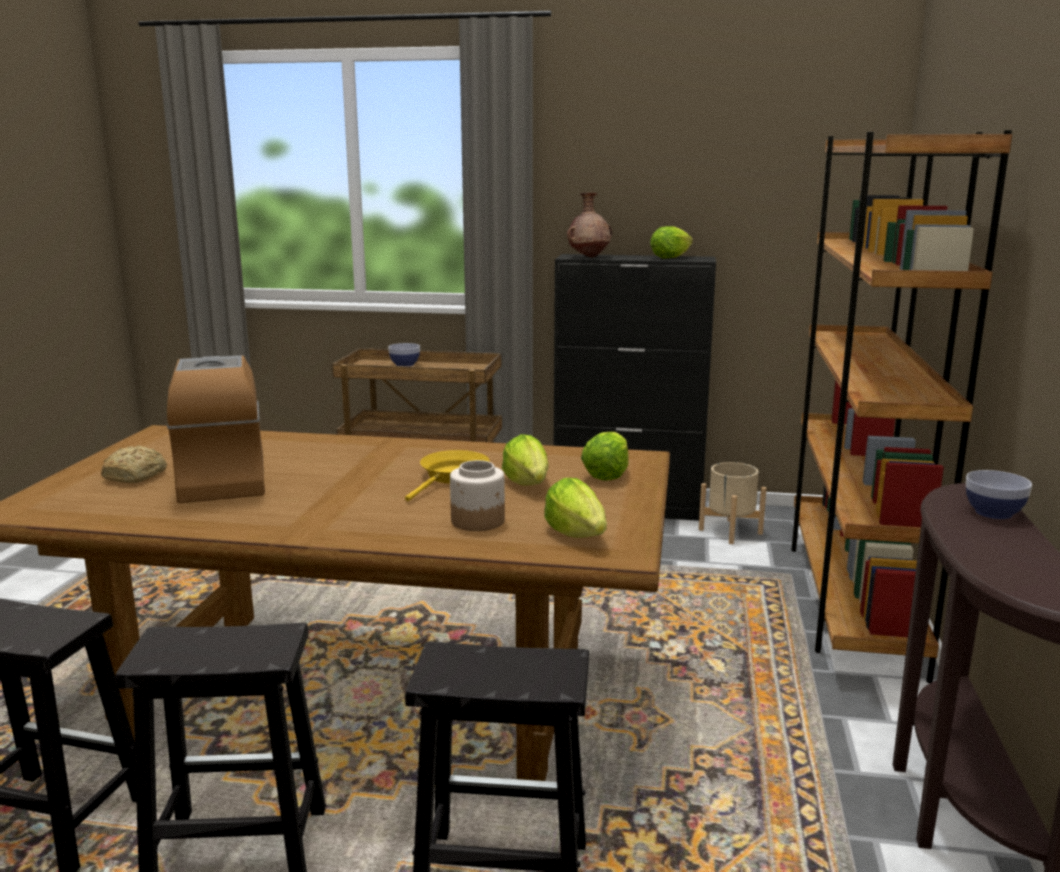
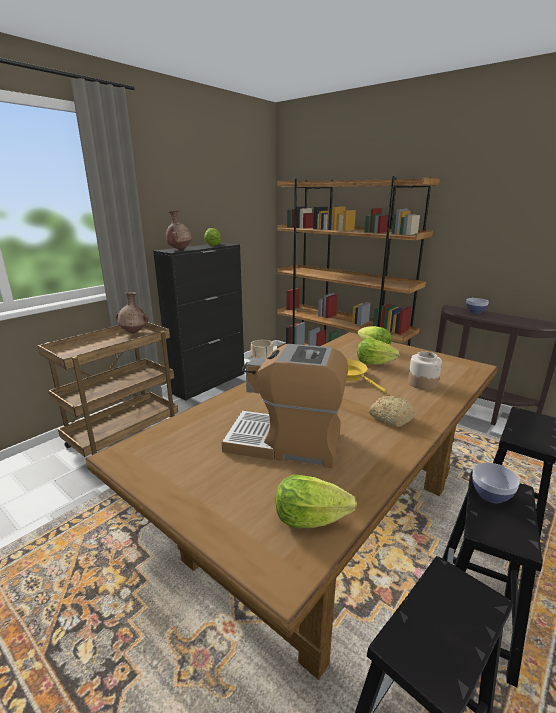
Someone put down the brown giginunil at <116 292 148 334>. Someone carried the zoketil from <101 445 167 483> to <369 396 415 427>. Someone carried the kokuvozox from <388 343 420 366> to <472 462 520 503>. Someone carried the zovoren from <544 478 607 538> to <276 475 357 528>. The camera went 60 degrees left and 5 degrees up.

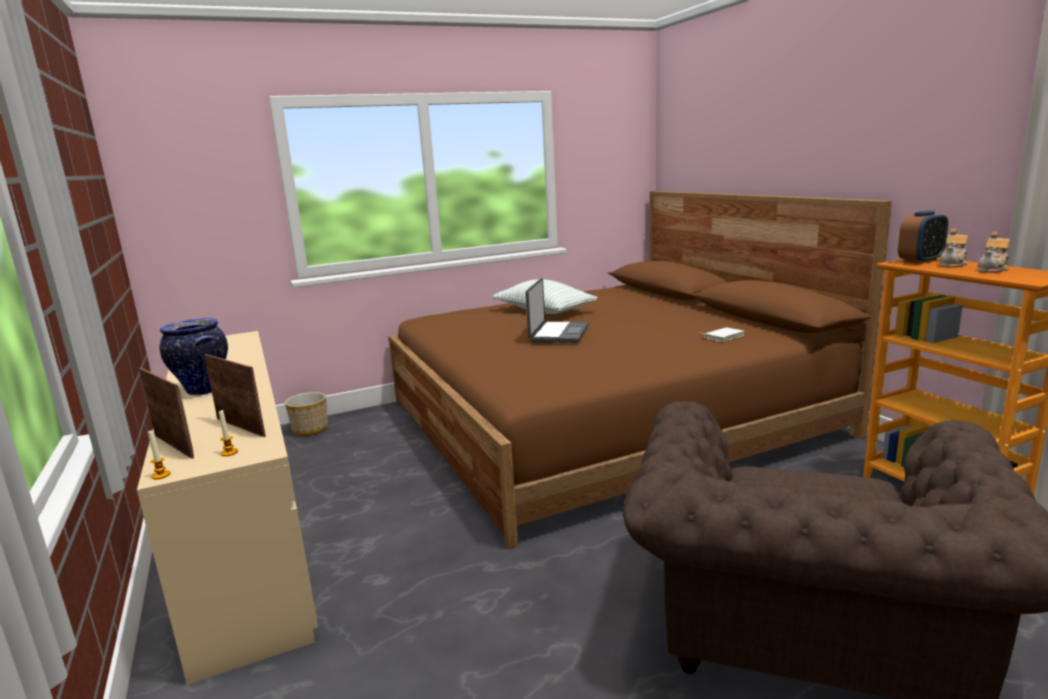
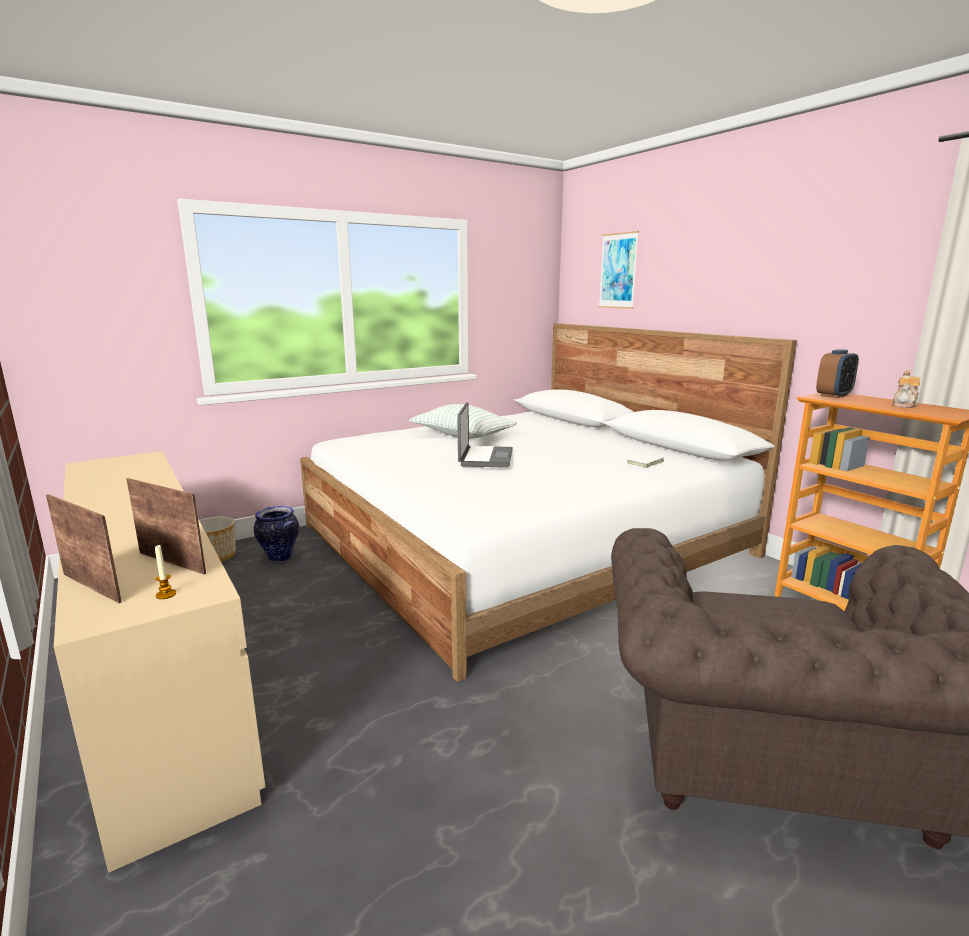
Someone took away the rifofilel at <148 430 171 479>. Someone took away the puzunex at <939 229 968 268>. Someone put up the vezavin at <599 231 639 309>. Someone carried the giginunil from <160 318 228 395> to <254 506 299 562>. Someone repainted the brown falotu at <388 191 892 549>, which became the white falotu at <300 323 797 682>. The camera went 10 degrees left and 0 degrees up.

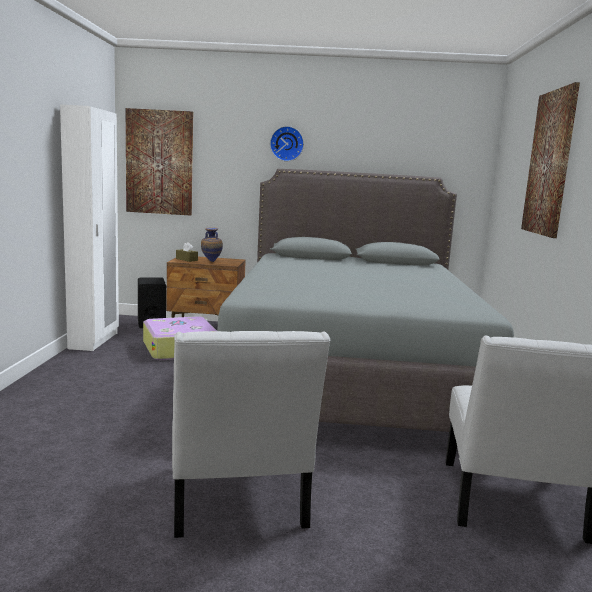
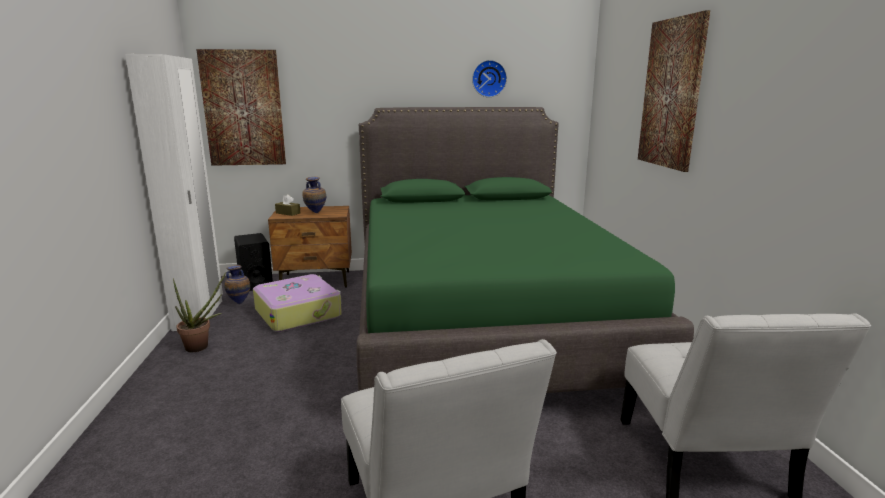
Someone put down the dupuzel at <173 272 226 352>. Someone put down the giginunil at <224 265 250 304>. Someone carried the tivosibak from <270 126 304 161> to <472 60 507 97>. Someone repainted the grey falotu at <218 169 514 432>, which became the green falotu at <356 107 694 393>. The camera went 10 degrees left and 5 degrees up.

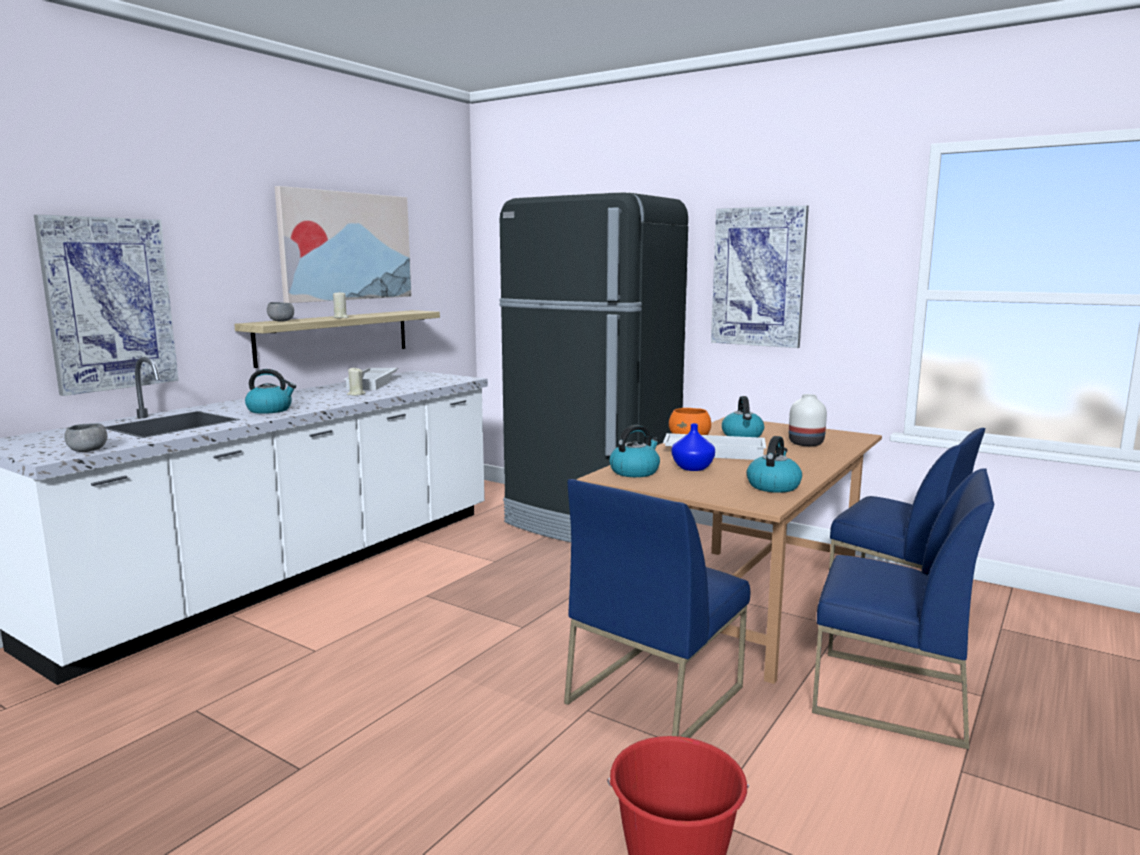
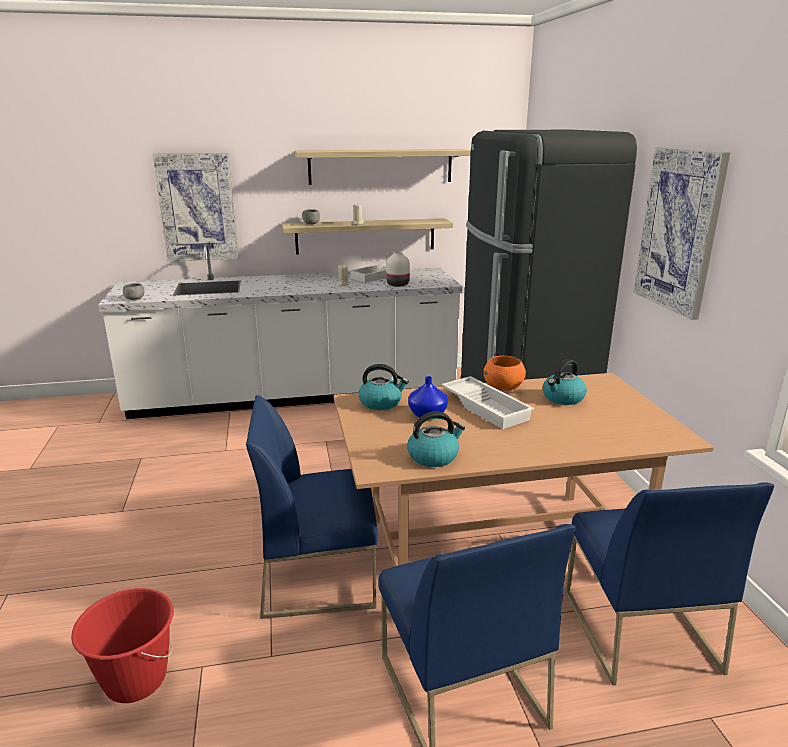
Someone took away the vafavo at <245 369 296 414>. Someone carried the white giginunil from <789 394 827 446> to <386 251 410 287>. Someone swapped the vezavin at <275 186 412 303> for the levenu at <295 149 471 185>. The camera went 45 degrees right and 10 degrees up.

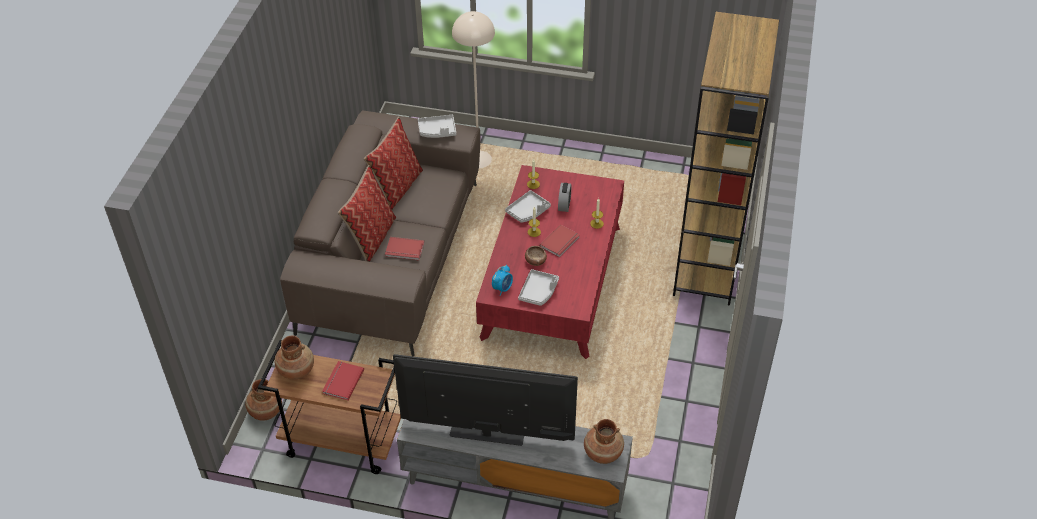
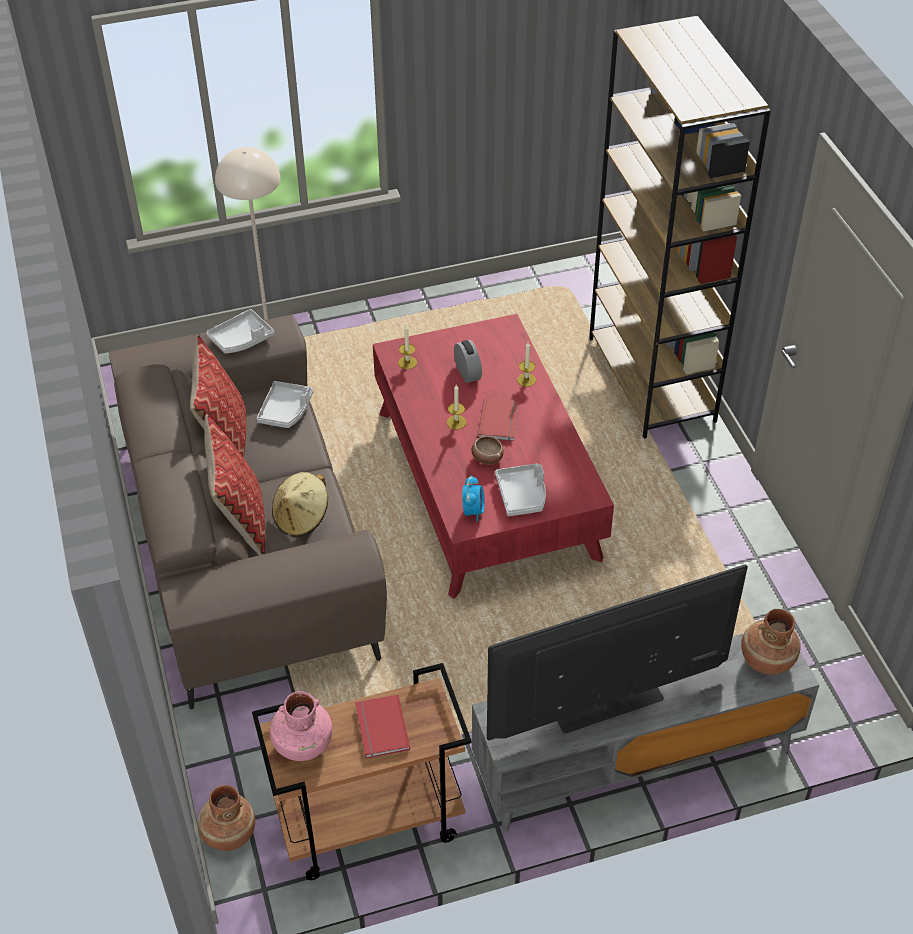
Someone carried the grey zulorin from <505 190 551 223> to <256 381 313 428>. Someone swapped the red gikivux at <385 237 424 260> for the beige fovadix at <272 472 328 537>. Someone repainted the brown giginunil at <274 335 314 380>, which became the pink giginunil at <270 691 333 761>. The camera went 30 degrees left and 0 degrees up.

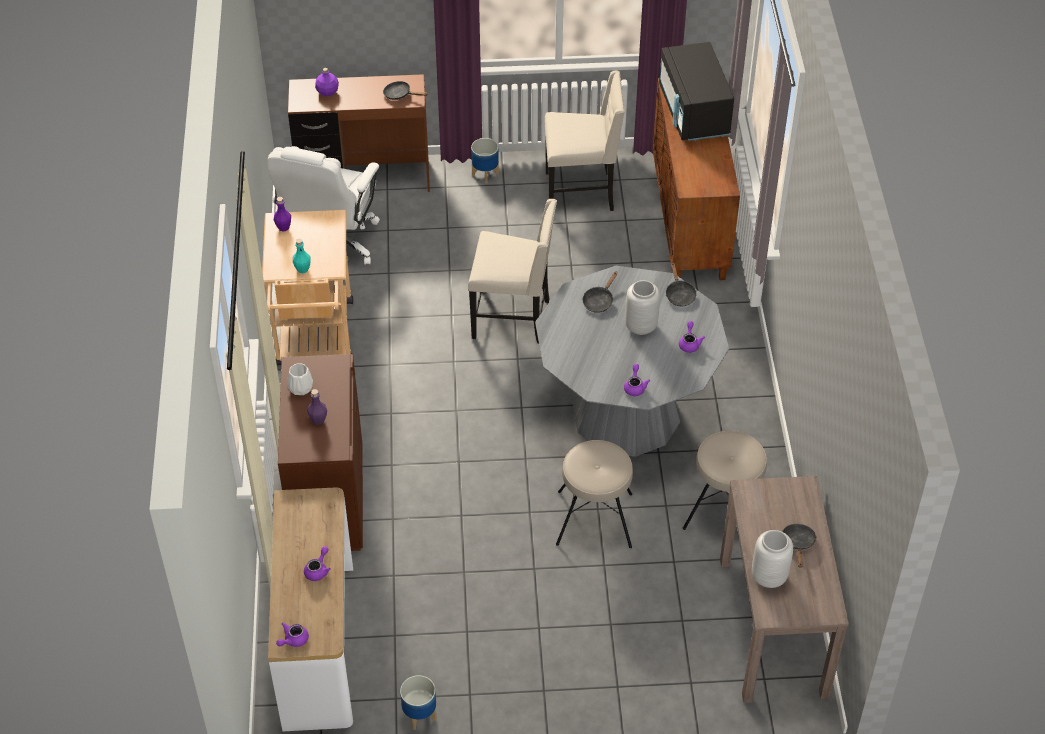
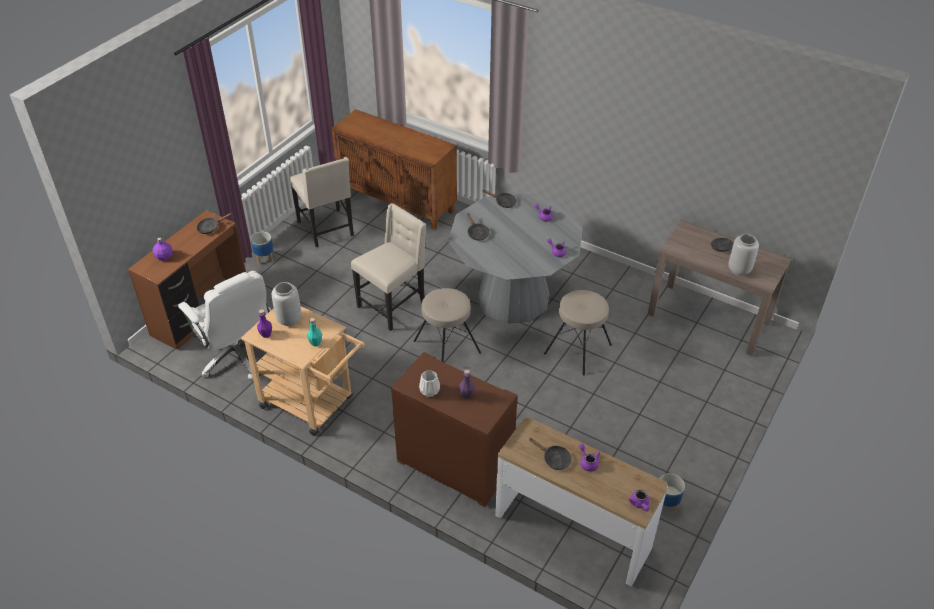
Someone took away the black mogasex at <659 42 734 141>. Someone put down the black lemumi at <529 438 572 470>. Someone carried the grey giginunil from <625 280 660 335> to <272 282 302 326>. Someone carried the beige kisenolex from <683 431 767 530> to <414 288 481 362>. Someone rotated the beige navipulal at <544 70 625 211> by 120 degrees clockwise. The camera went 55 degrees left and 5 degrees down.

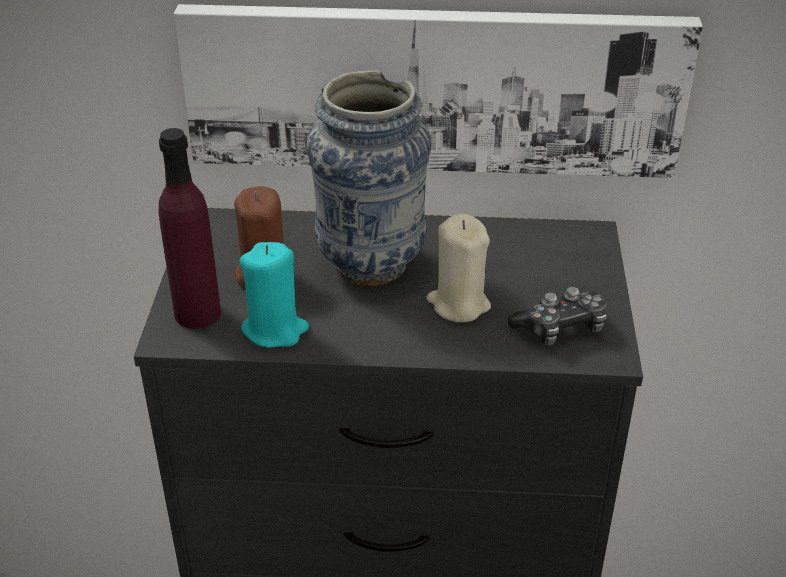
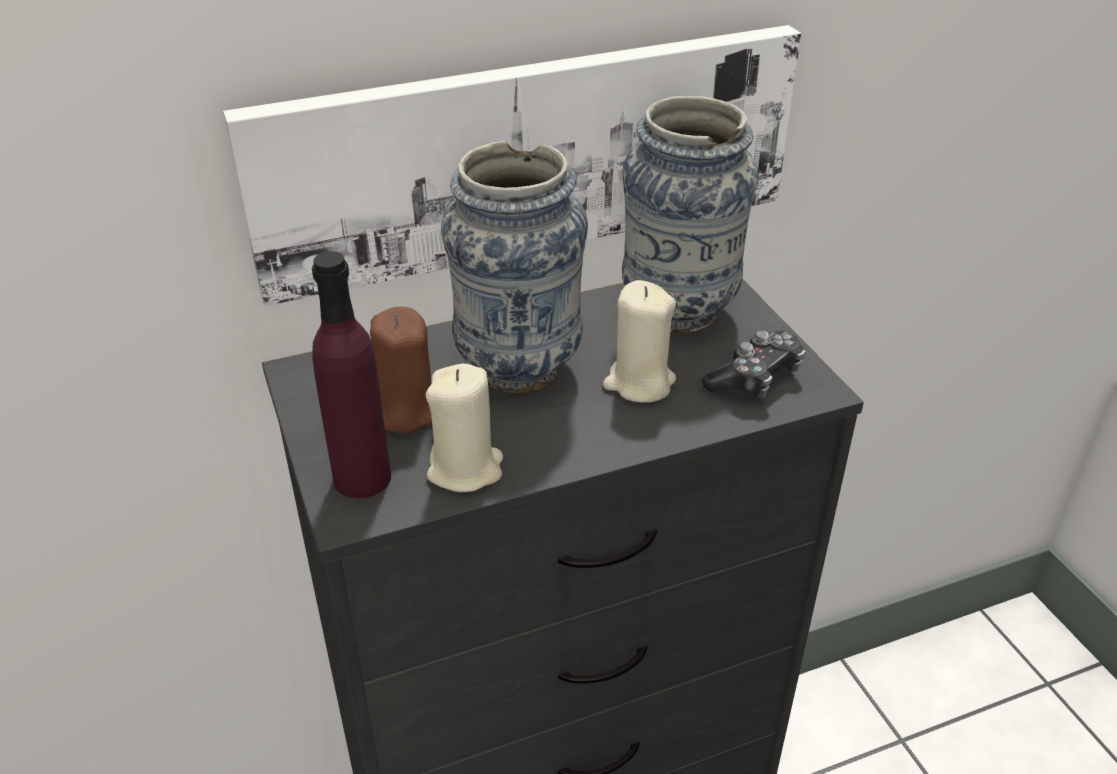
Someone put down the giginunil at <622 96 759 333>. Someone repainted the turquoise rifofilel at <240 242 309 348>, which became the beige rifofilel at <426 364 503 492>. The camera went 25 degrees left and 0 degrees up.

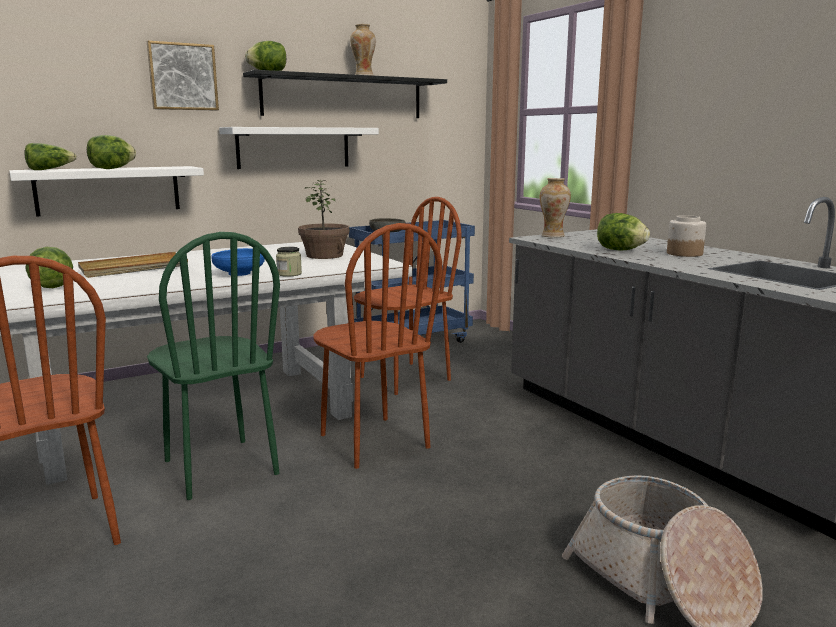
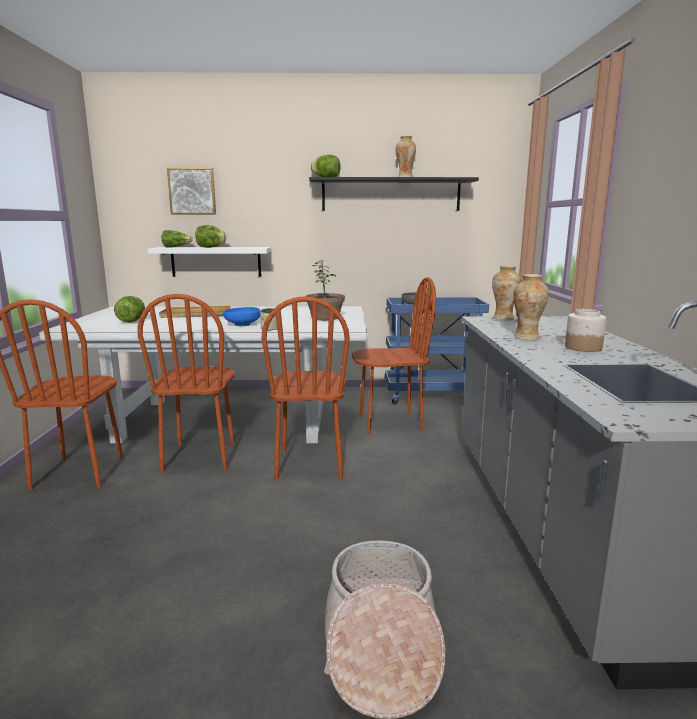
Someone took away the white levenu at <219 127 379 169>. Someone carried the vezavin from <147 41 219 111> to <167 168 216 214>. Someone swapped the zovoren at <597 213 650 250> for the giginunil at <513 274 549 340>. Someone repainted the green navipulal at <147 232 280 500>, which became the brown navipulal at <138 294 235 473>. The camera went 30 degrees right and 0 degrees up.

